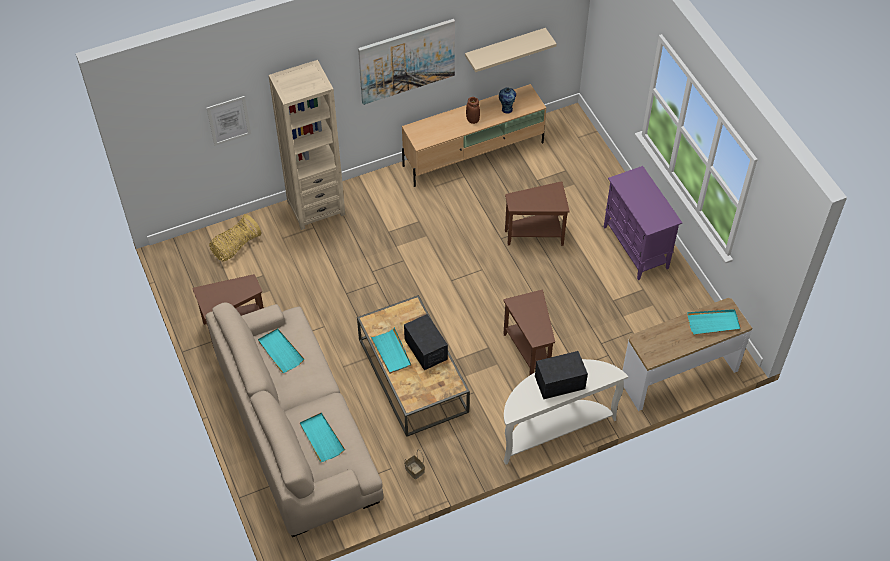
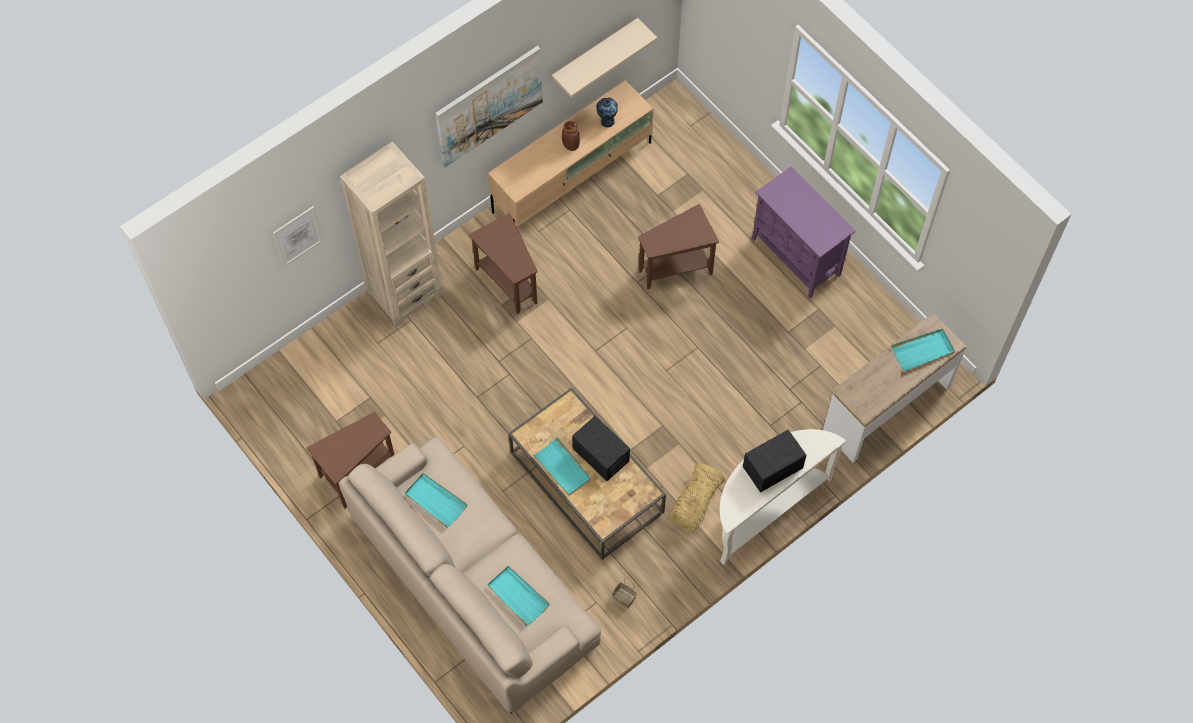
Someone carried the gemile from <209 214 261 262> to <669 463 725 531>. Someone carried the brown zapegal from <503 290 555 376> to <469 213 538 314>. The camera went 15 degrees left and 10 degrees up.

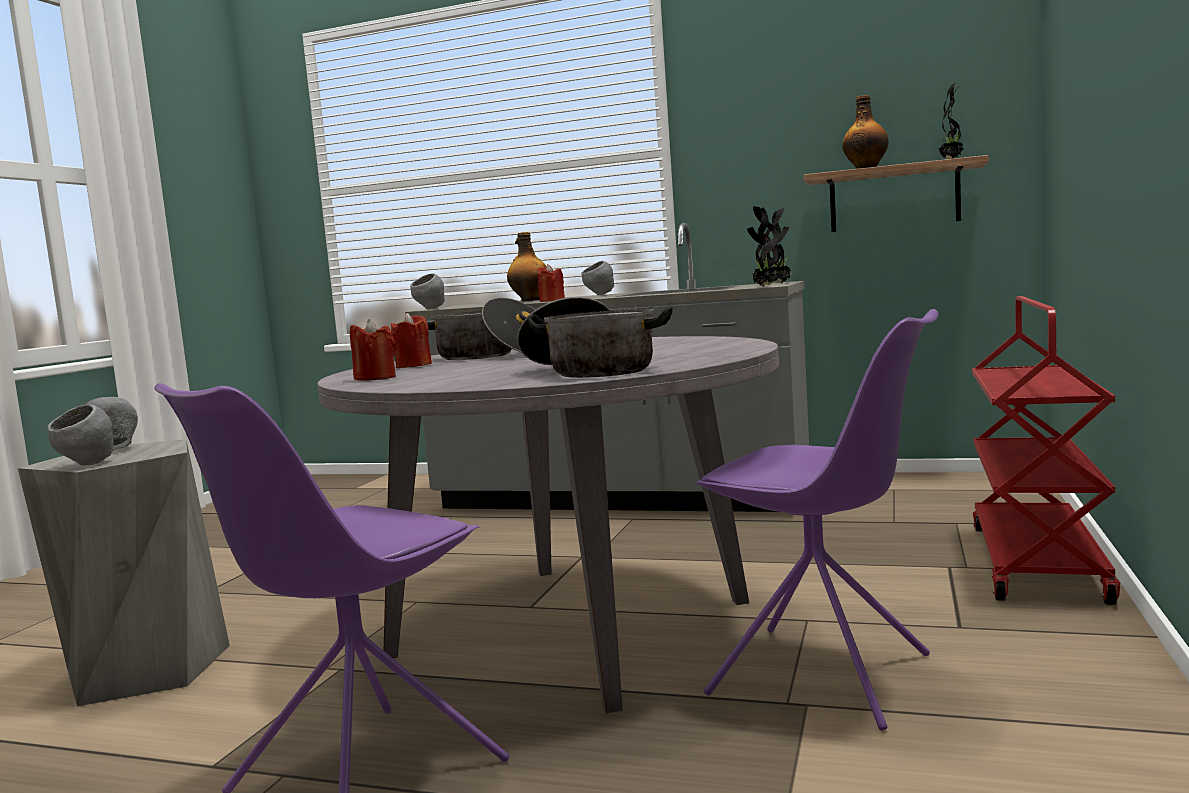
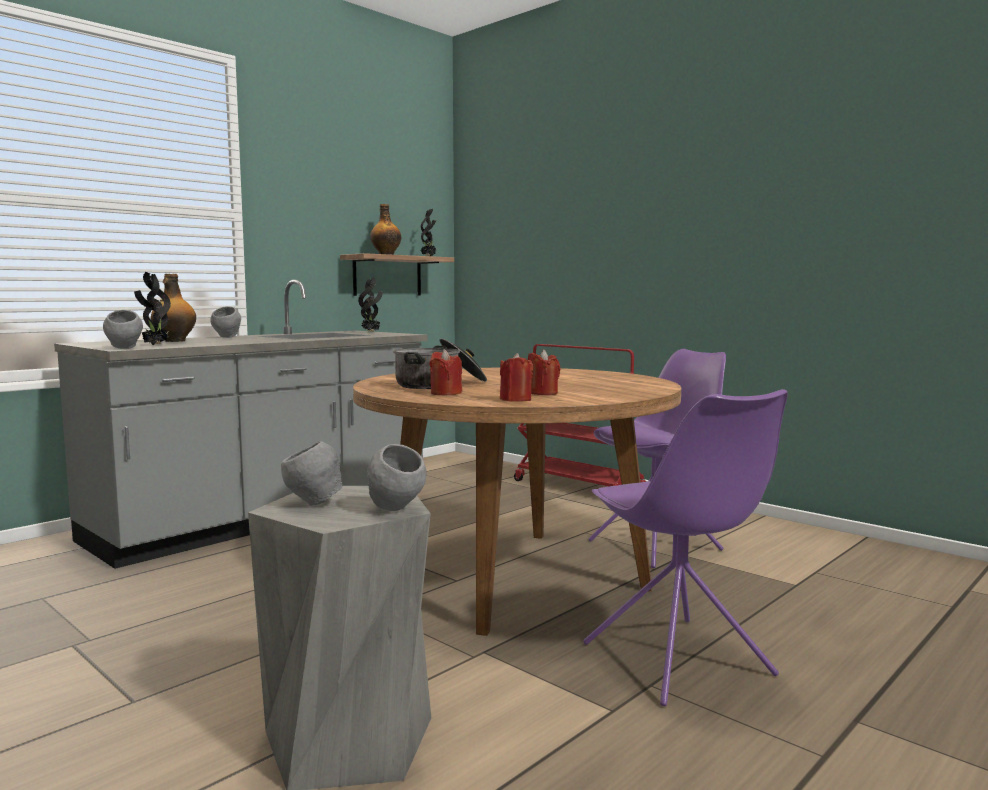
Someone took away the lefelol at <517 297 673 378>. Someone carried the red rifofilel from <537 264 565 302> to <528 349 561 395>. Someone carried the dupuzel from <747 206 779 286> to <134 272 171 345>. Someone repainted the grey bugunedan at <317 336 779 713>, which became the brown bugunedan at <353 368 681 636>. The camera went 65 degrees left and 0 degrees up.

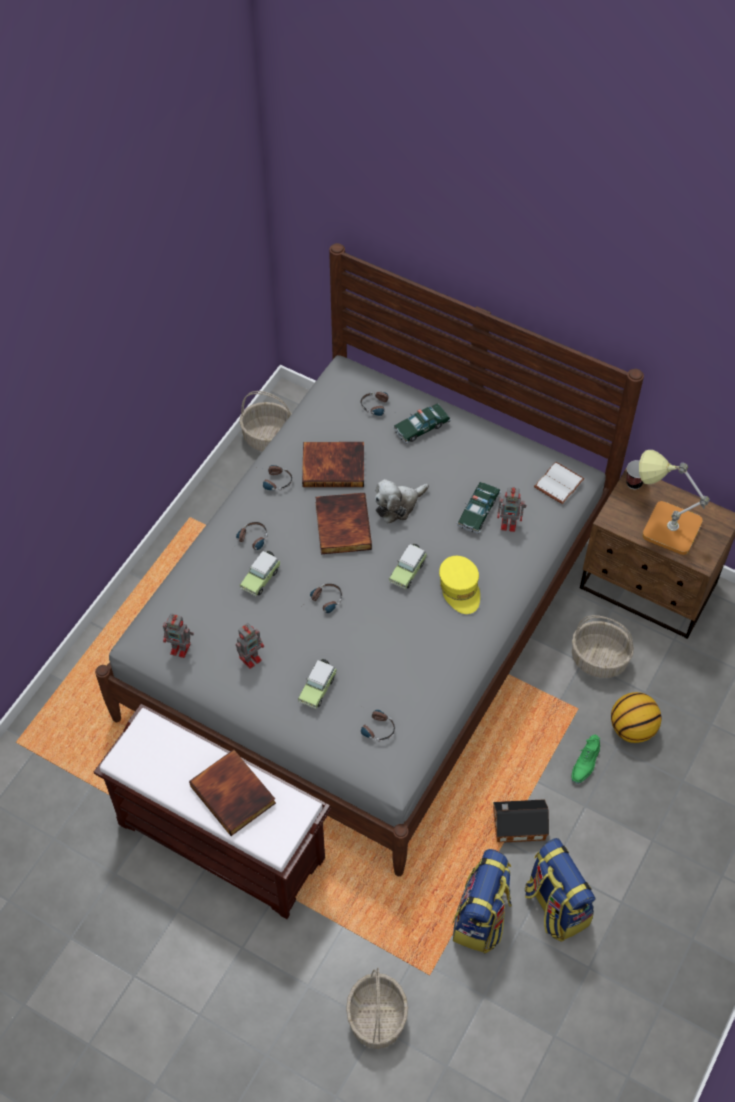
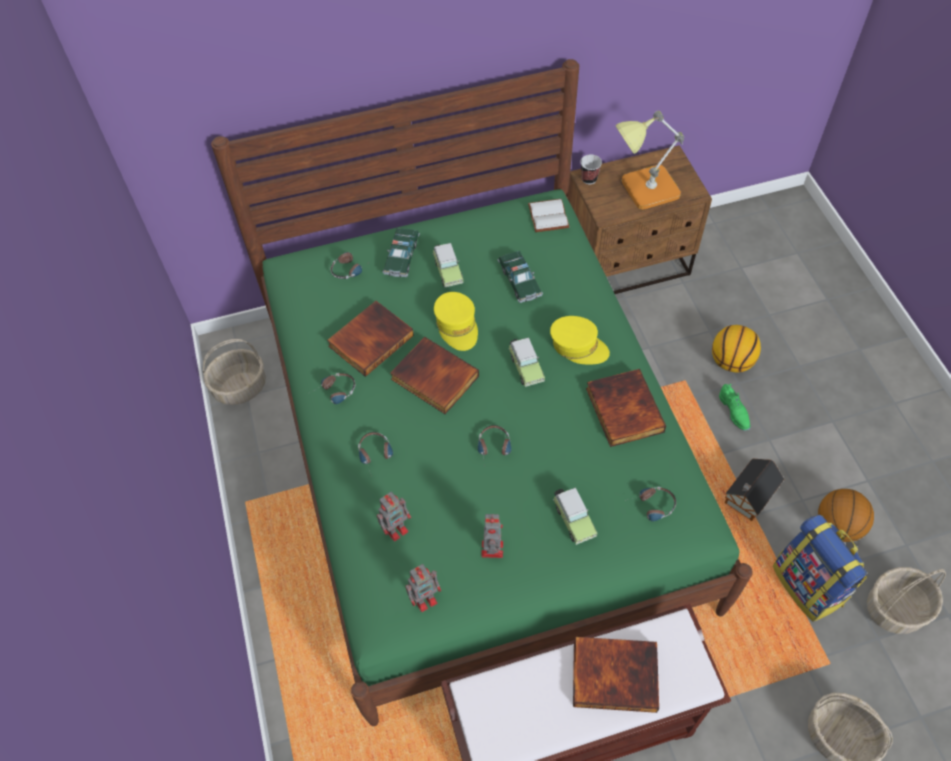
Someone put down the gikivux at <586 369 666 447>. Someone carried the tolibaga from <240 551 281 597> to <433 243 463 287>. Someone carried the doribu from <497 487 526 532> to <377 492 411 542>. Someone carried the gemile from <572 615 634 678> to <867 567 946 634>. Someone swapped the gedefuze at <375 479 429 523> for the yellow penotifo at <434 292 478 351>. Someone swapped the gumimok at <525 838 596 942> for the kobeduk at <818 489 874 542>. Someone repainted the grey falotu at <95 243 644 876>, which became the green falotu at <211 59 753 726>. The camera went 45 degrees left and 0 degrees up.

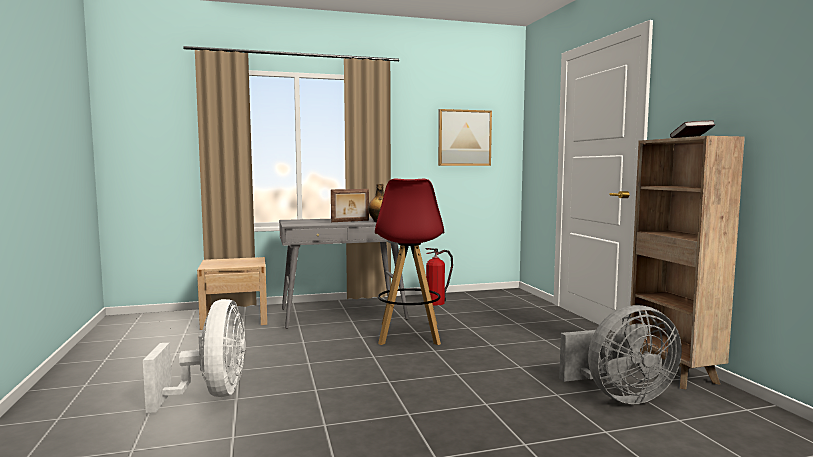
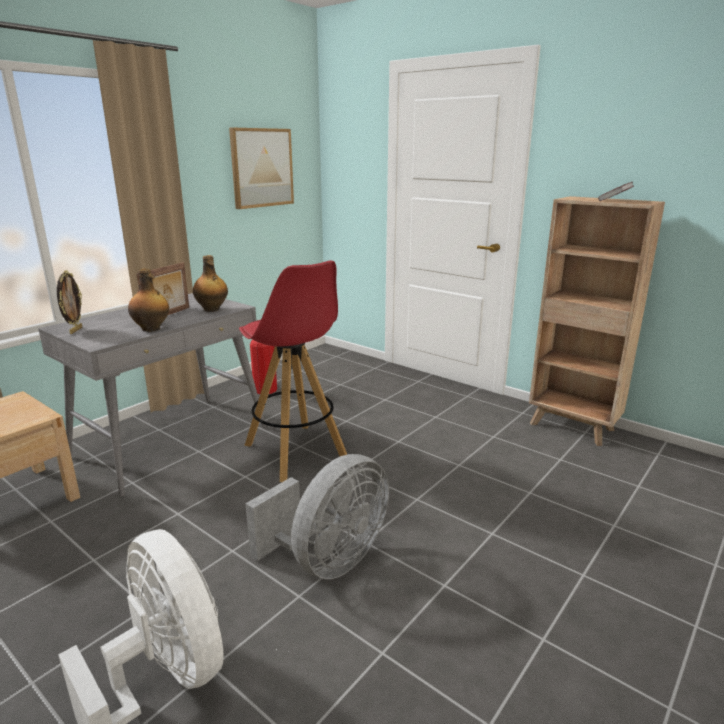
Someone put down the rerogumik at <57 270 82 334>. Someone put down the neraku at <128 268 169 332>. Someone carried the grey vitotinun from <559 305 682 404> to <245 454 389 579>. The camera went 35 degrees left and 15 degrees up.

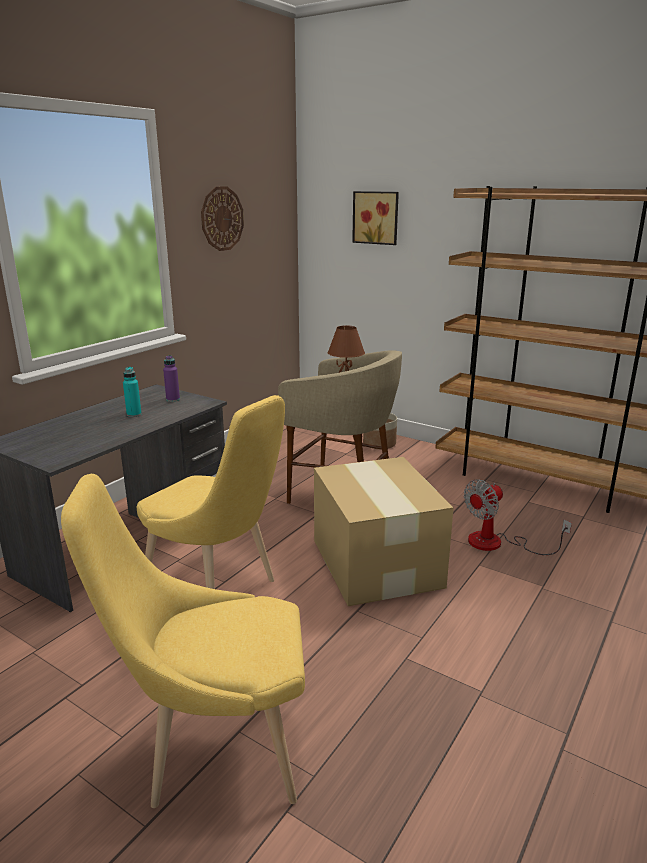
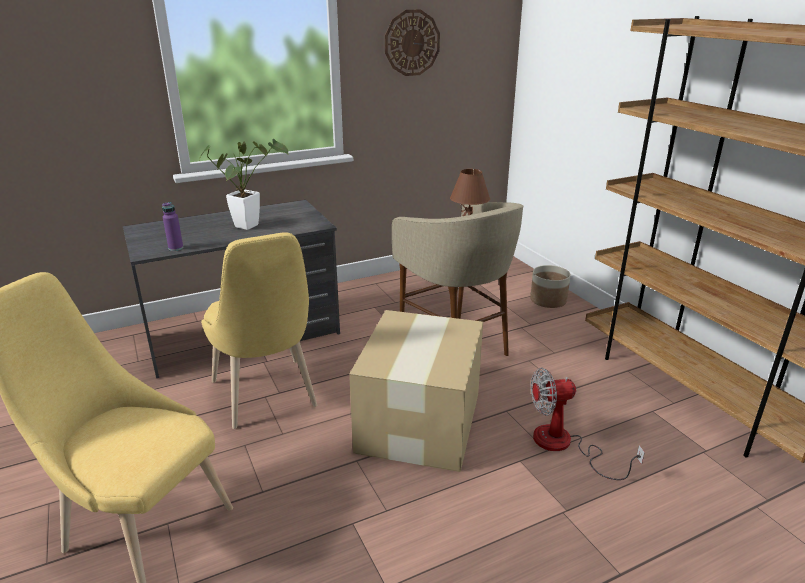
Someone took away the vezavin at <352 191 399 245>. Someone carried the purple neraku from <163 355 180 402> to <162 202 183 251>. Someone swapped the turquoise neraku at <123 367 142 417> for the dupuzel at <199 139 289 230>. The camera went 30 degrees right and 5 degrees up.

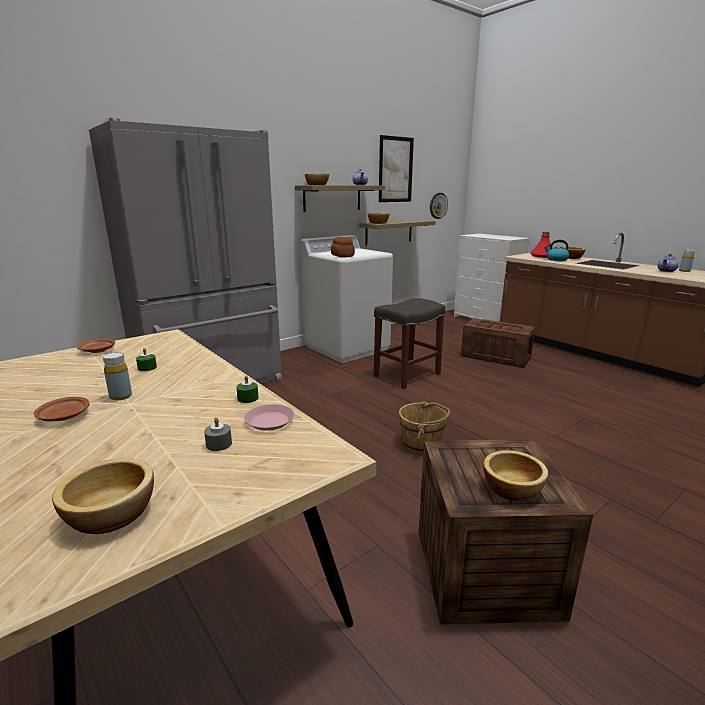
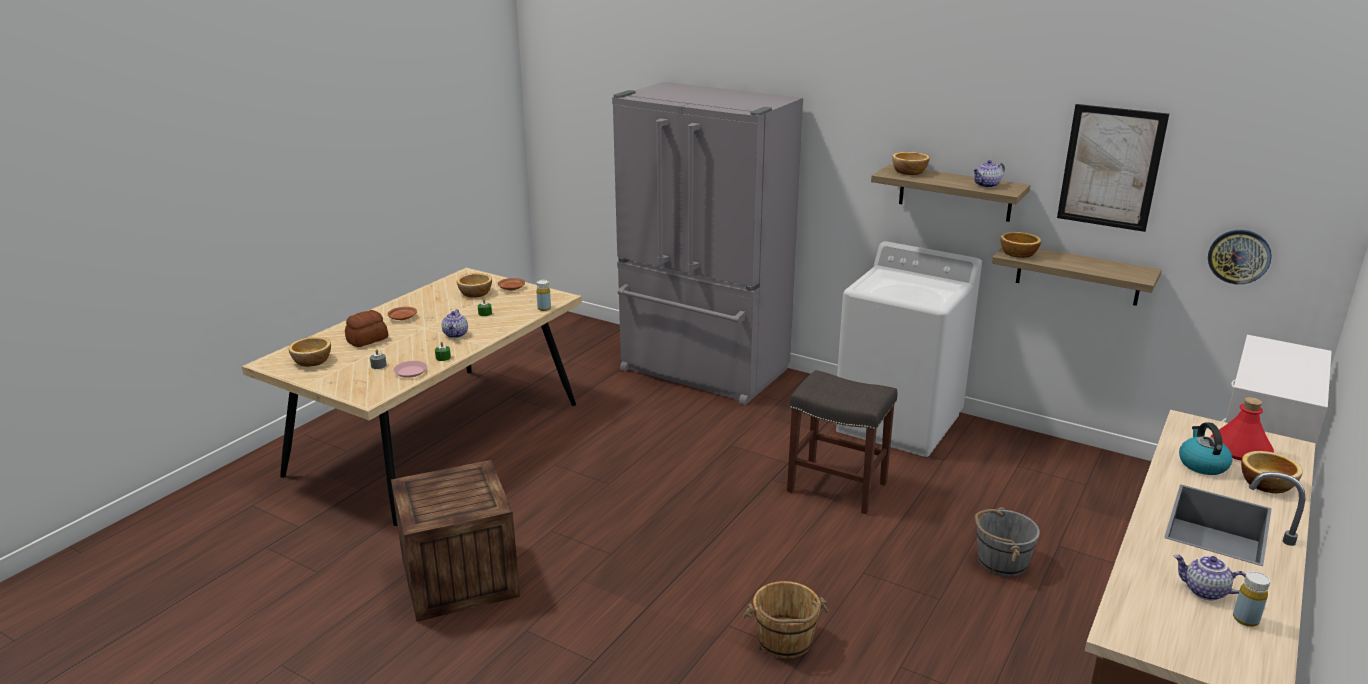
Someone put down the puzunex at <442 309 468 338>. Someone carried the yellow neraku from <103 352 132 400> to <536 280 551 311>. Someone carried the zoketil from <331 237 355 258> to <345 310 388 347>. Someone carried the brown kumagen from <399 401 451 454> to <742 581 829 659>. Someone carried the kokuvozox from <483 450 548 501> to <457 273 492 298>. Someone swapped the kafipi at <461 318 535 368> for the grey kumagen at <975 507 1040 577>. The camera went 70 degrees right and 5 degrees up.

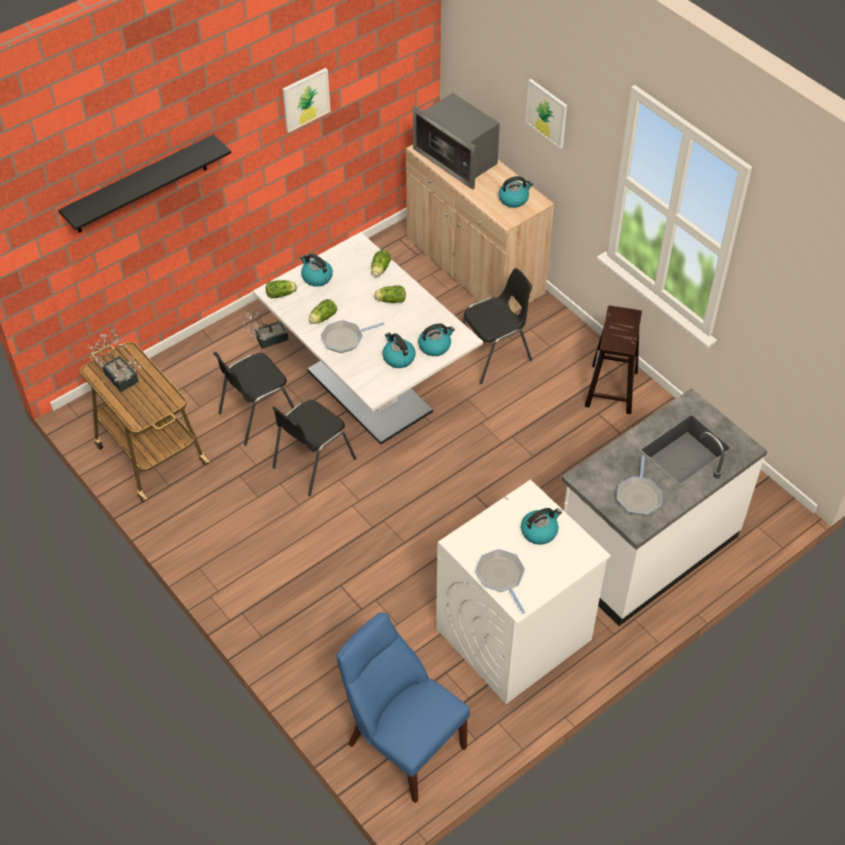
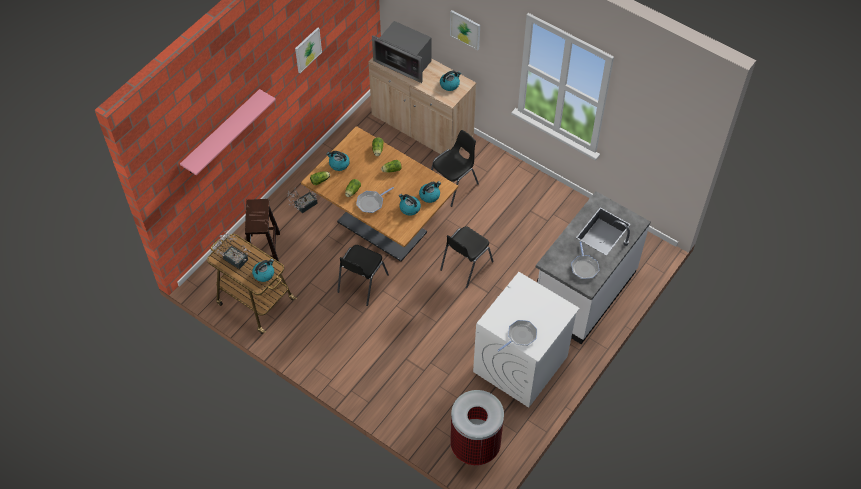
Someone carried the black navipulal from <213 352 294 445> to <440 226 494 288>. Someone carried the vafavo from <521 508 562 545> to <252 259 274 282>. Someone carried the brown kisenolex from <585 305 642 414> to <245 199 280 262>. Someone swapped the blue navipulal at <336 612 470 803> for the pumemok at <450 390 504 466>. Someone repainted the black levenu at <58 135 231 233>, which became the pink levenu at <180 89 276 175>. Someone repainted the white bugunedan at <253 232 483 445>, which became the brown bugunedan at <301 126 458 262>. Someone rotated the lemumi at <475 549 525 614> by 90 degrees clockwise. The camera went 15 degrees left and 5 degrees up.

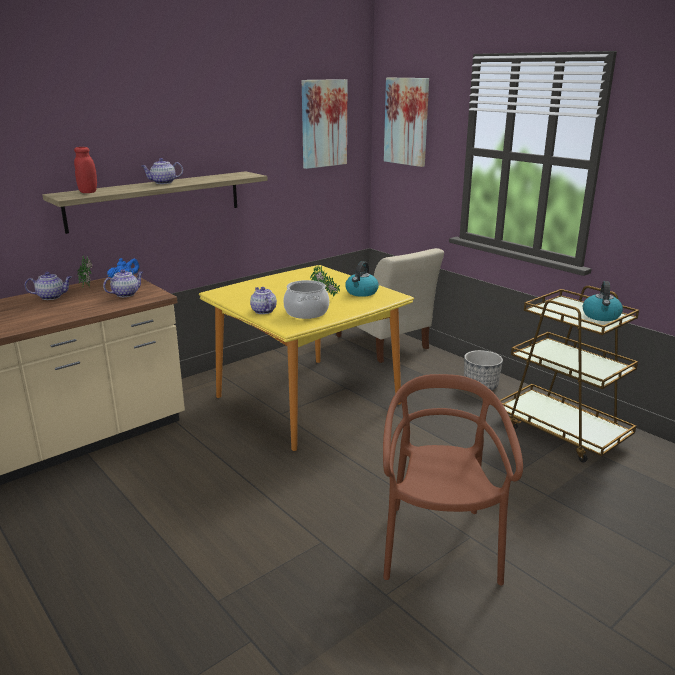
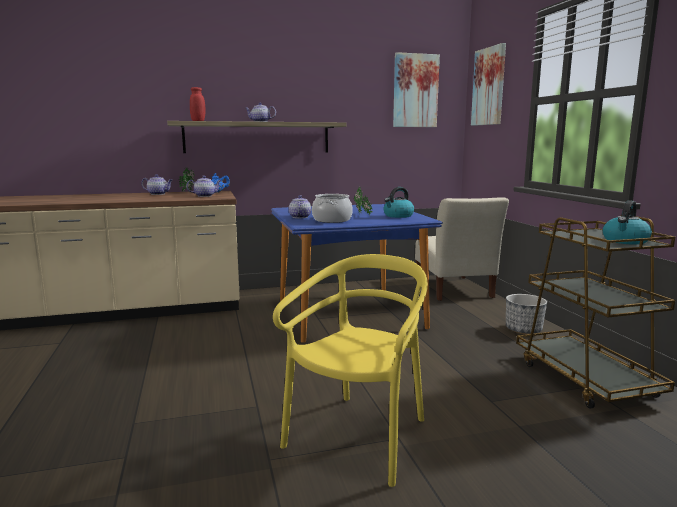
Someone repainted the yellow bugunedan at <198 265 414 451>, which became the blue bugunedan at <271 204 443 343>. Someone repainted the brown navipulal at <383 374 523 586>, which became the yellow navipulal at <273 254 428 487>. The camera went 25 degrees right and 10 degrees down.

